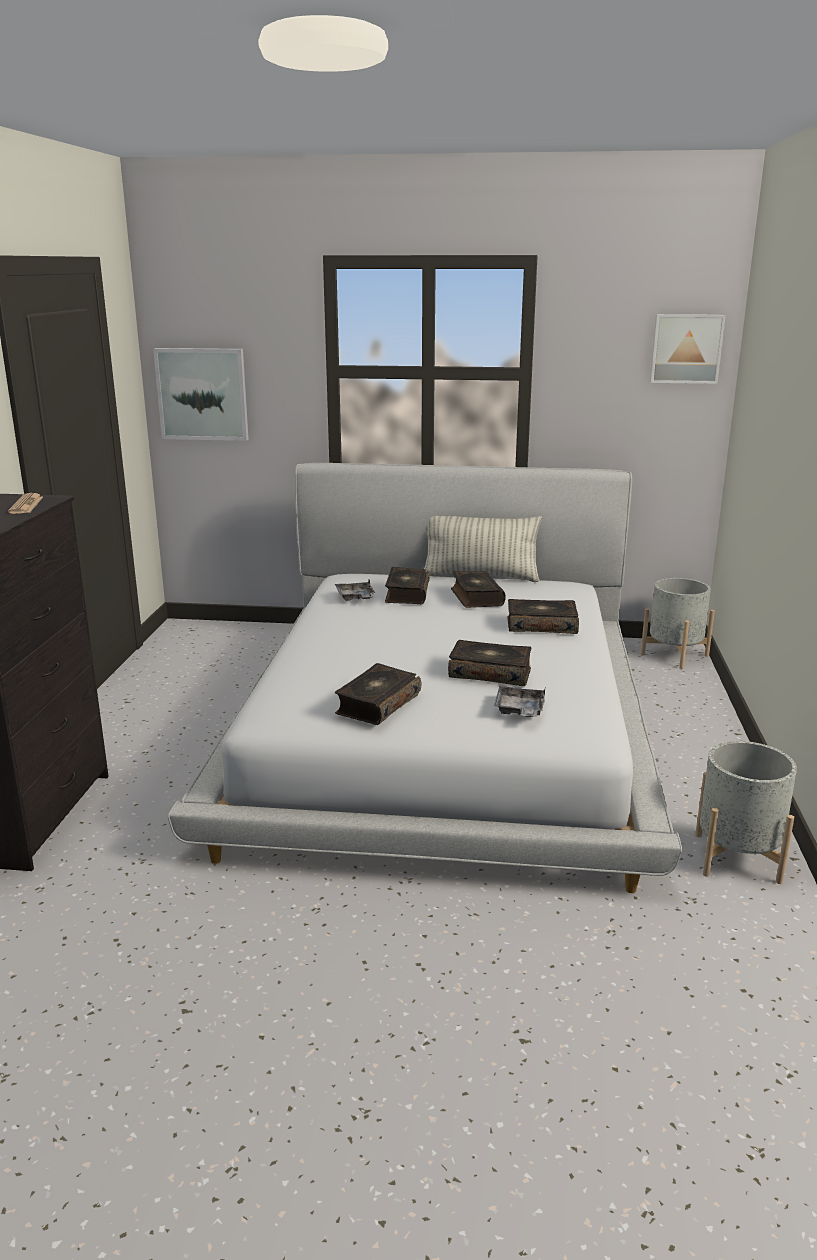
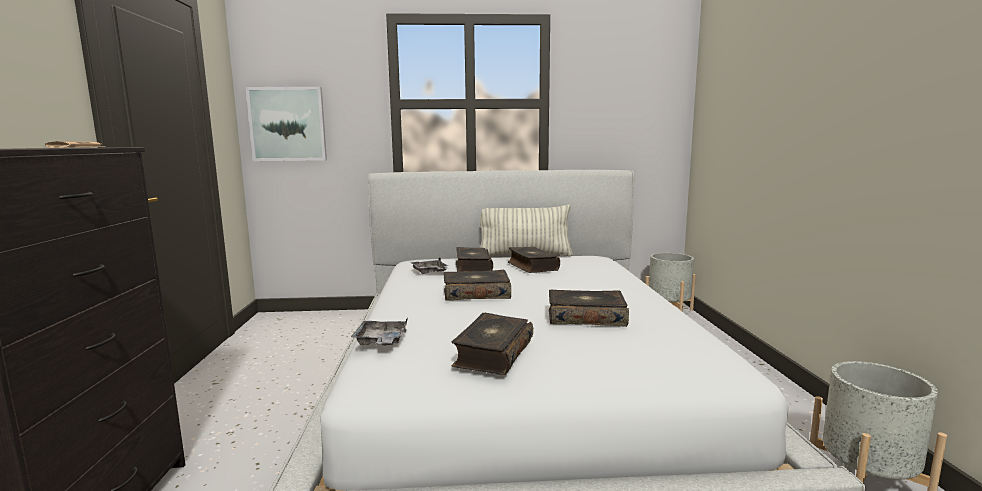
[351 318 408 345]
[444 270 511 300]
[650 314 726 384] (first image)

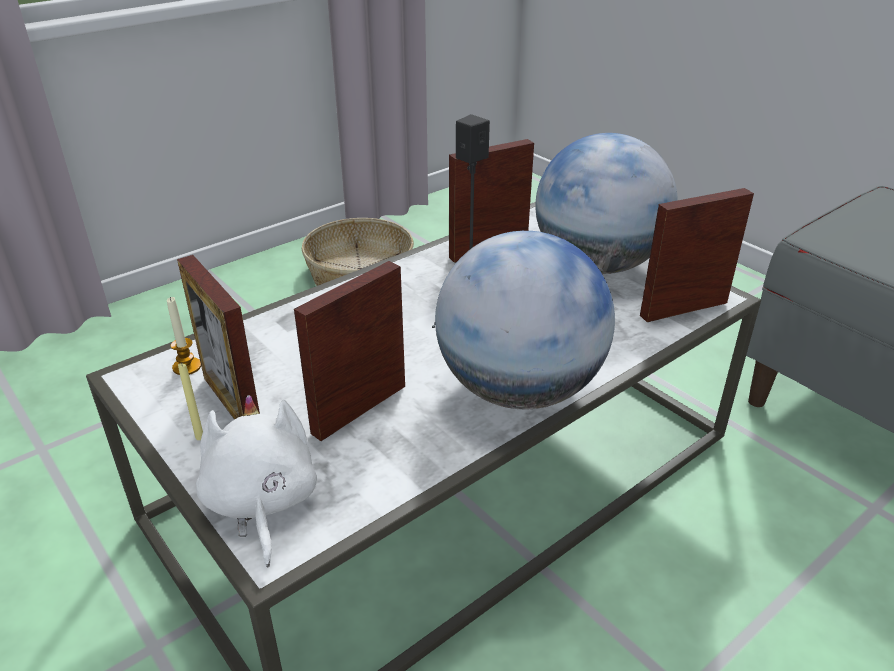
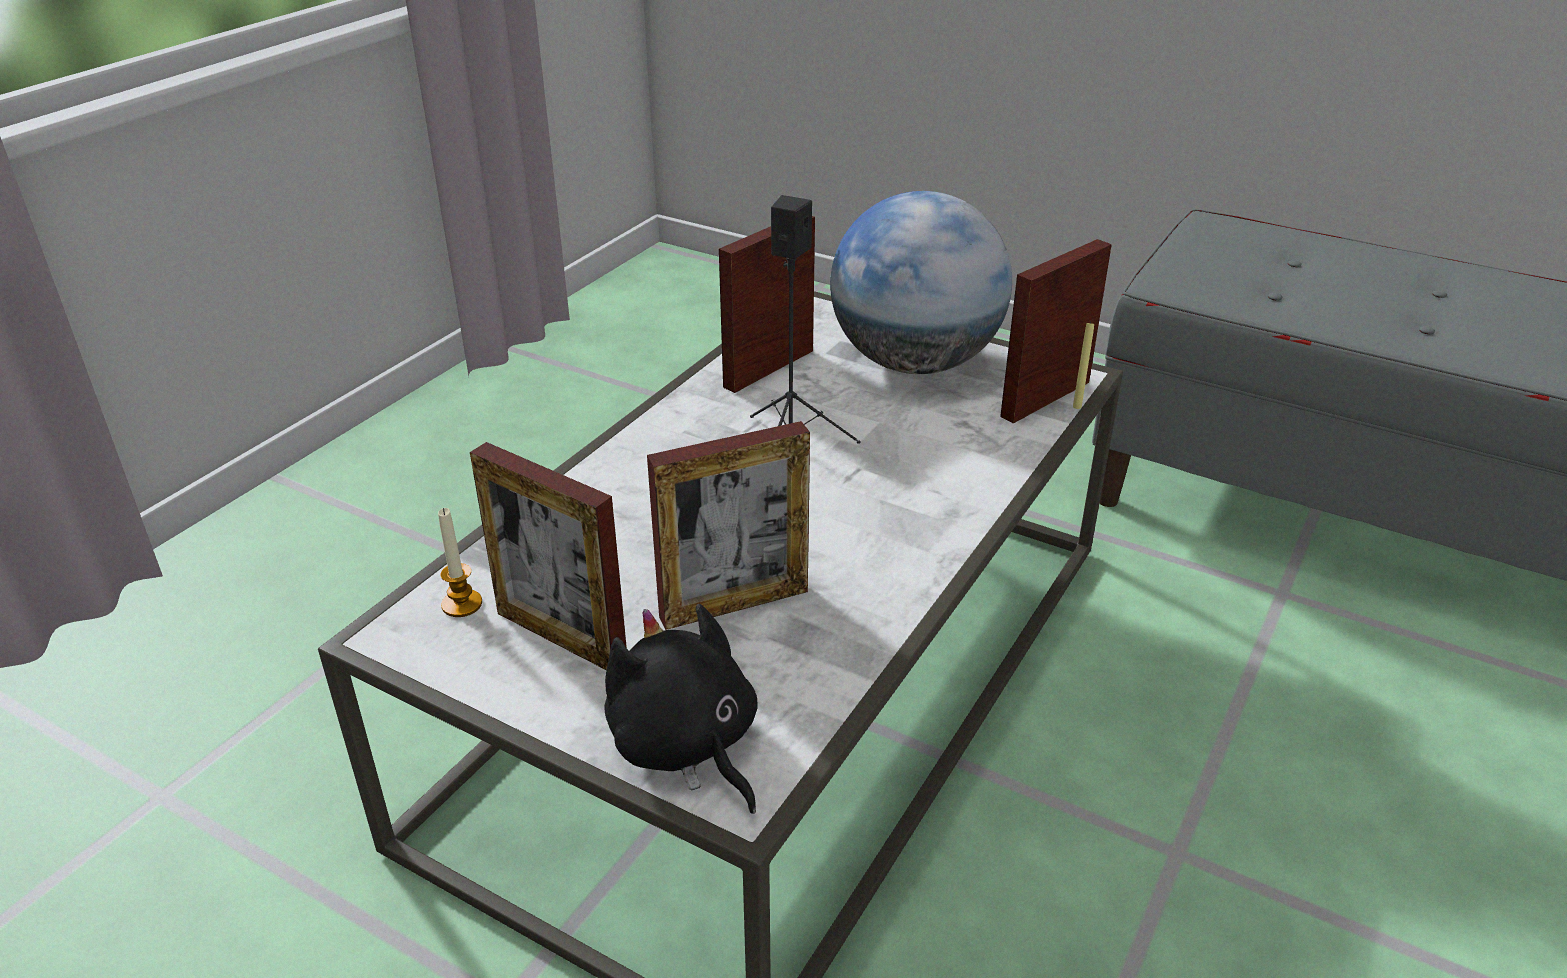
[1073 321 1094 409]
[604 604 758 814]
[647 421 810 630]
[302 218 414 286] (first image)
[435 231 615 409] (first image)

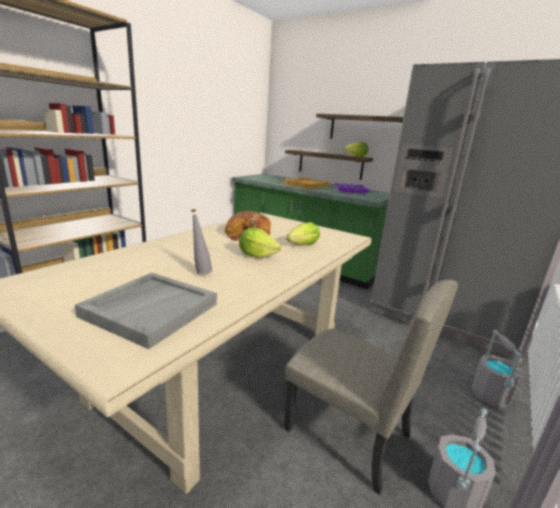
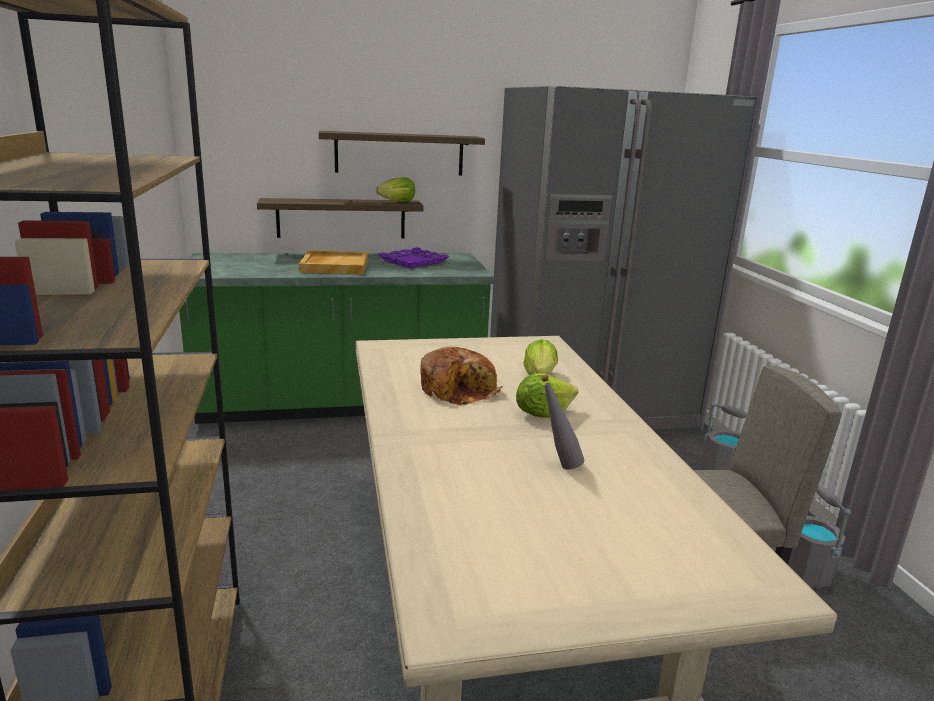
[75 273 217 349] (first image)

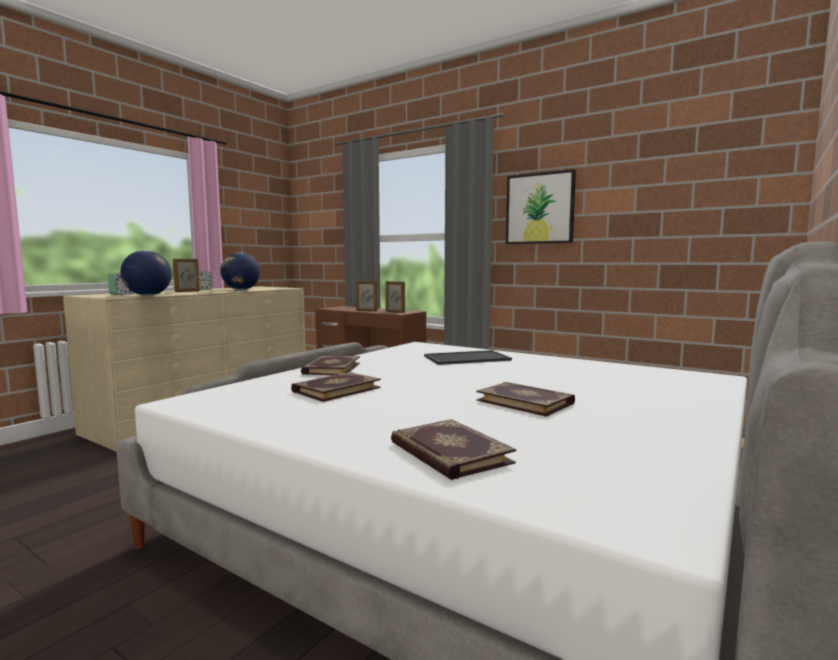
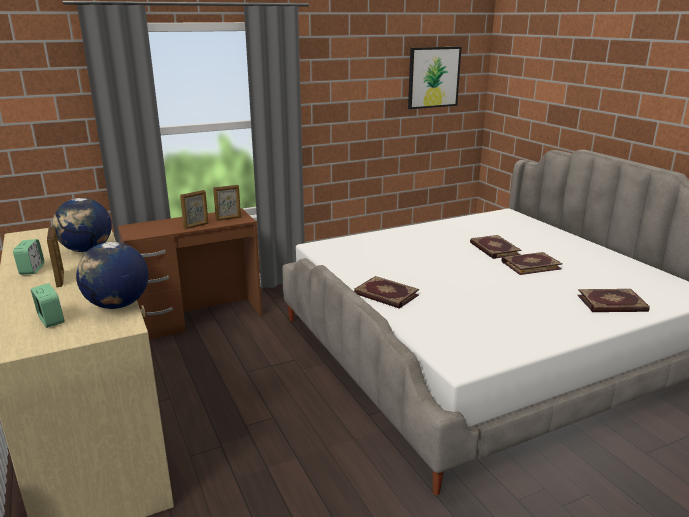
[470 235 521 259]
[424 350 512 365] (first image)
[408 47 462 109]

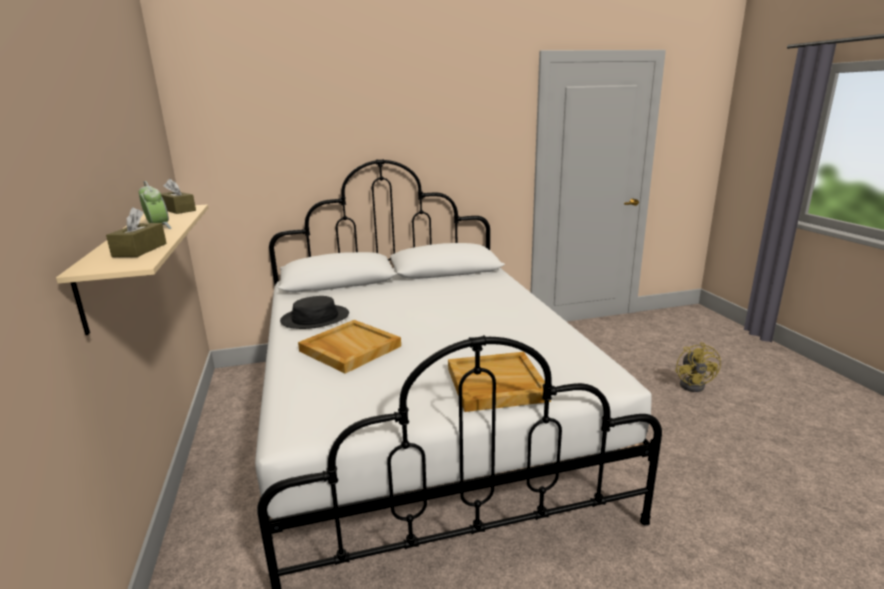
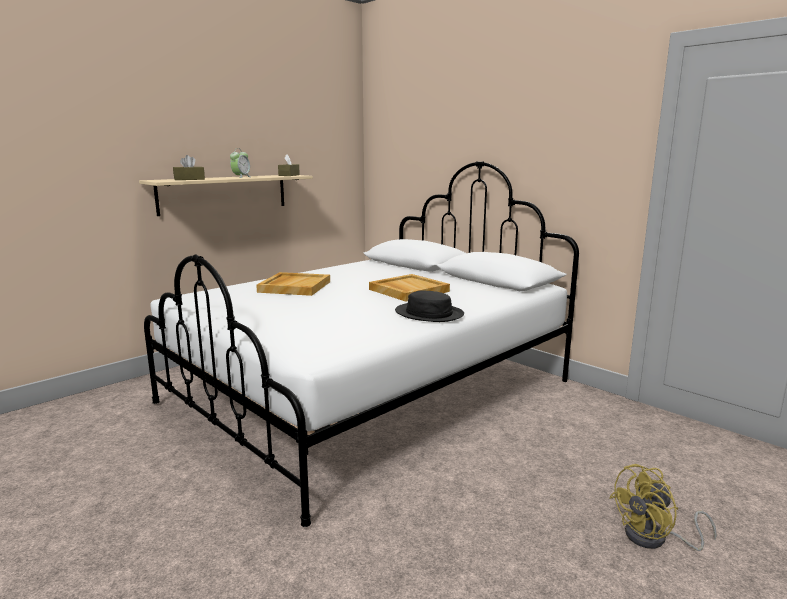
[395 291 464 322]
[369 274 450 302]

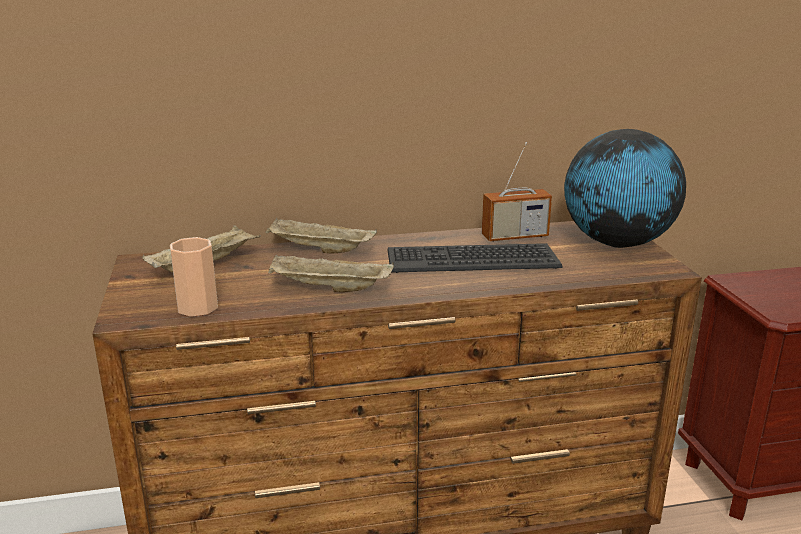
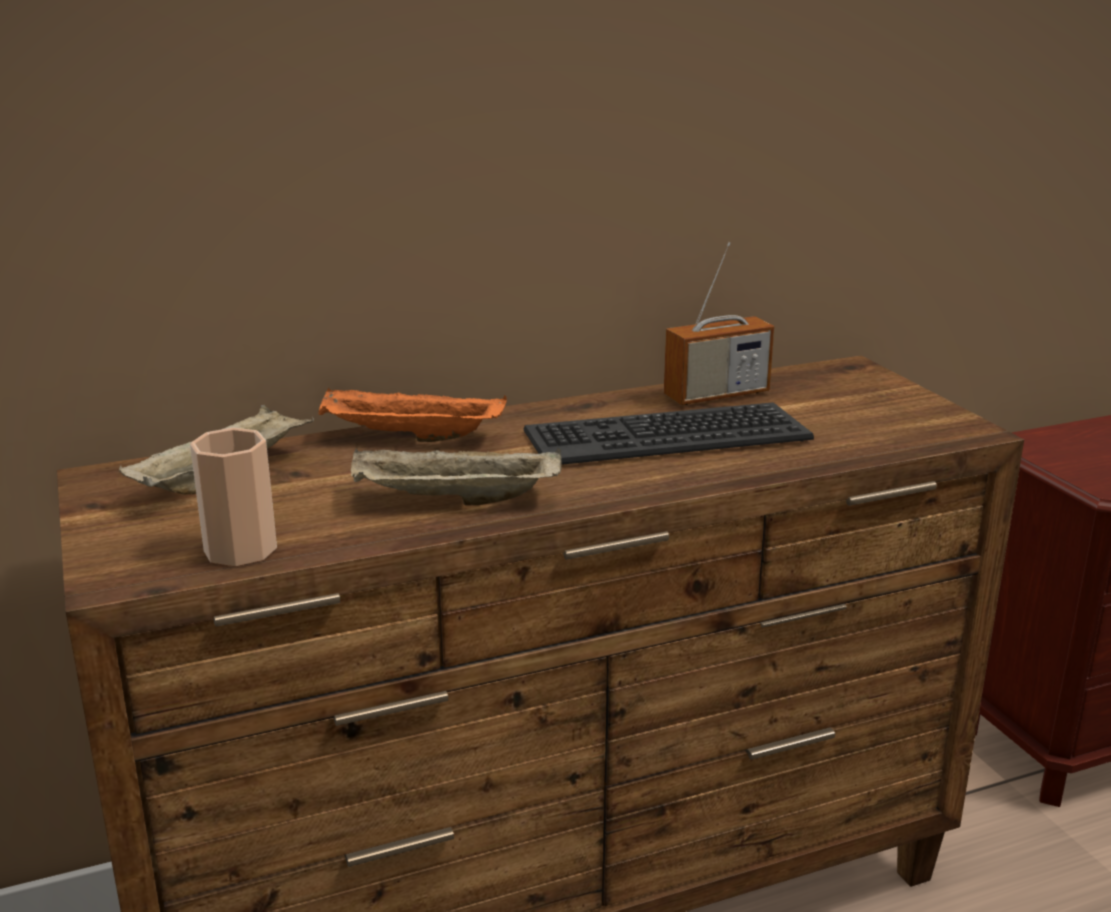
[318 387 507 442]
[564 129 686 248] (first image)

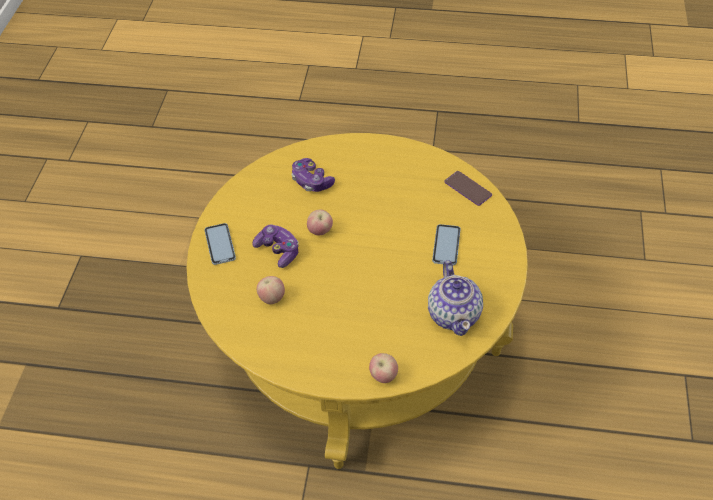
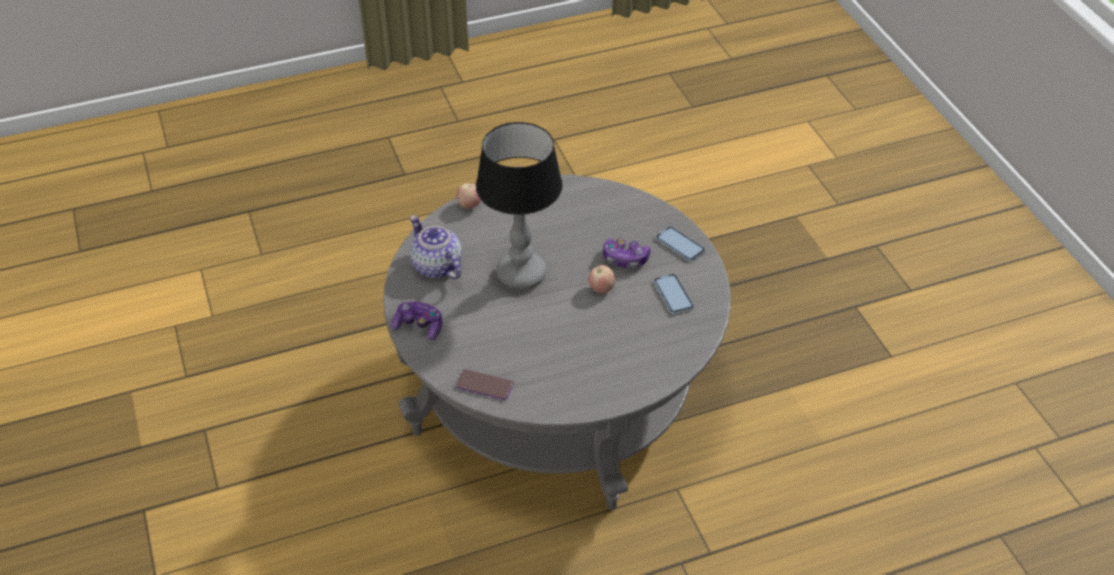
[383 174 731 510]
[257 276 285 304] (first image)
[391 301 442 340]
[654 274 694 314]
[476 122 563 289]

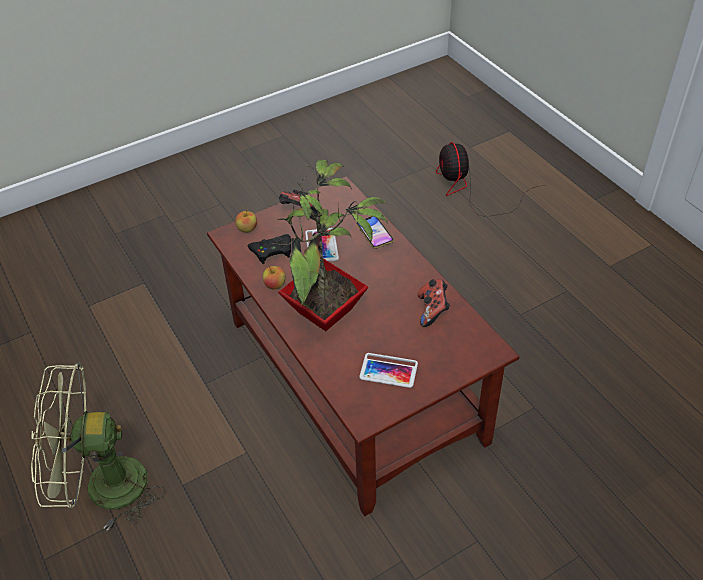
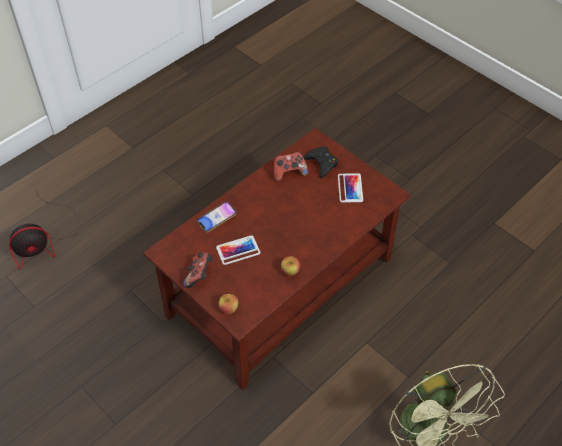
[303 146 338 178]
[272 159 388 331] (first image)

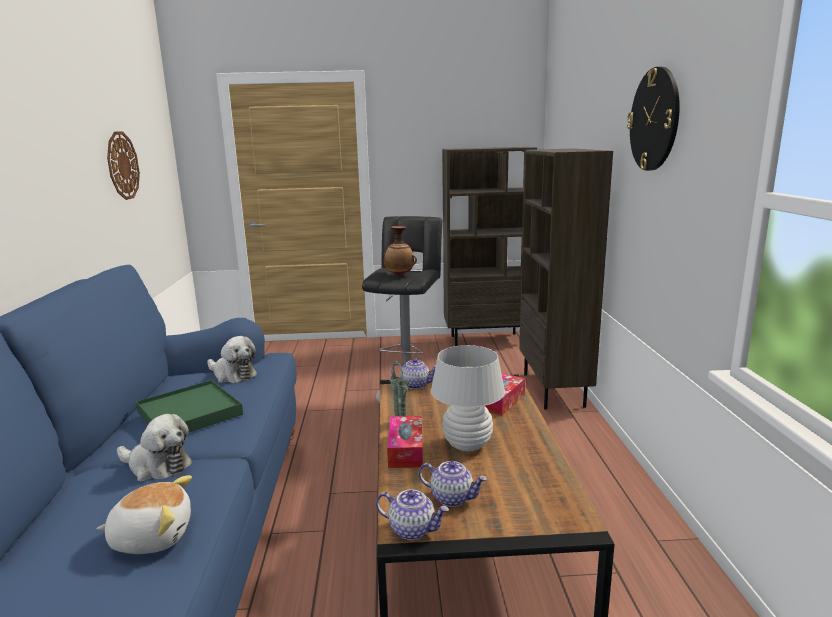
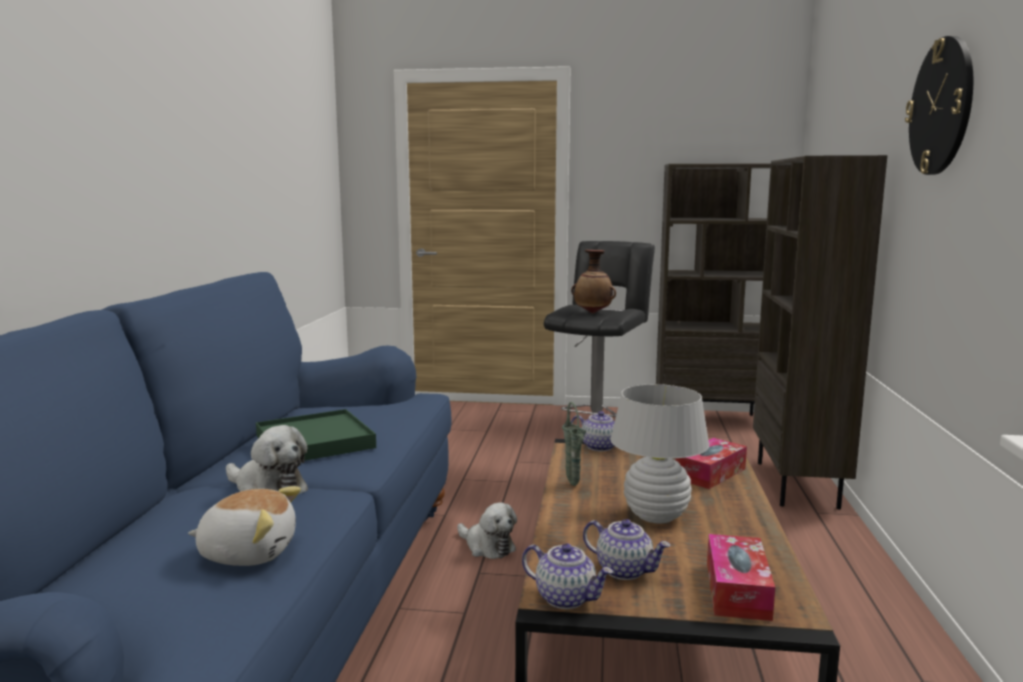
[107 131 140 200] (first image)
[457 502 517 559]
[707 534 775 621]

